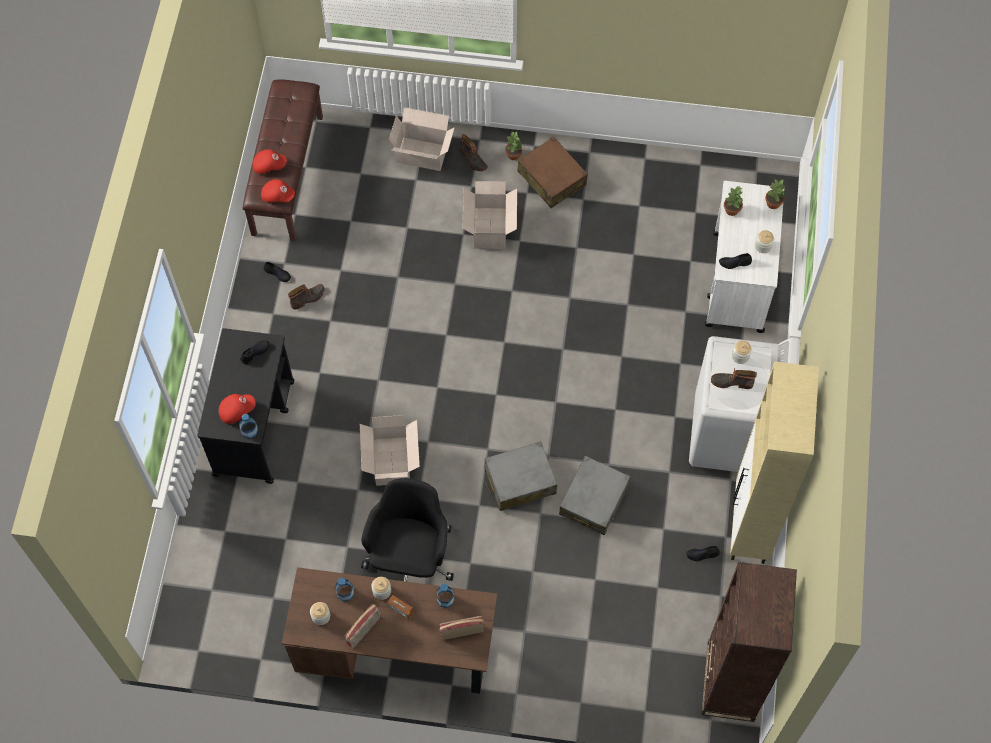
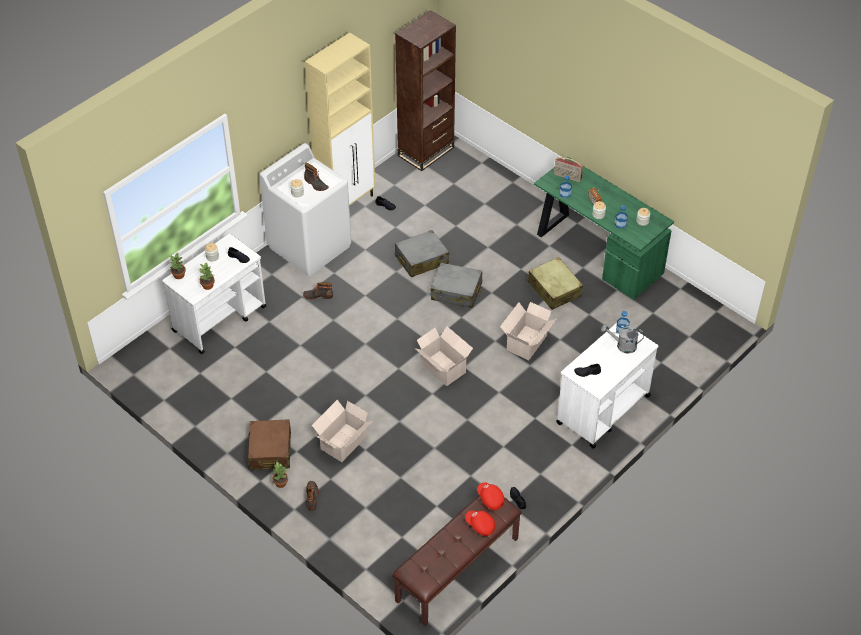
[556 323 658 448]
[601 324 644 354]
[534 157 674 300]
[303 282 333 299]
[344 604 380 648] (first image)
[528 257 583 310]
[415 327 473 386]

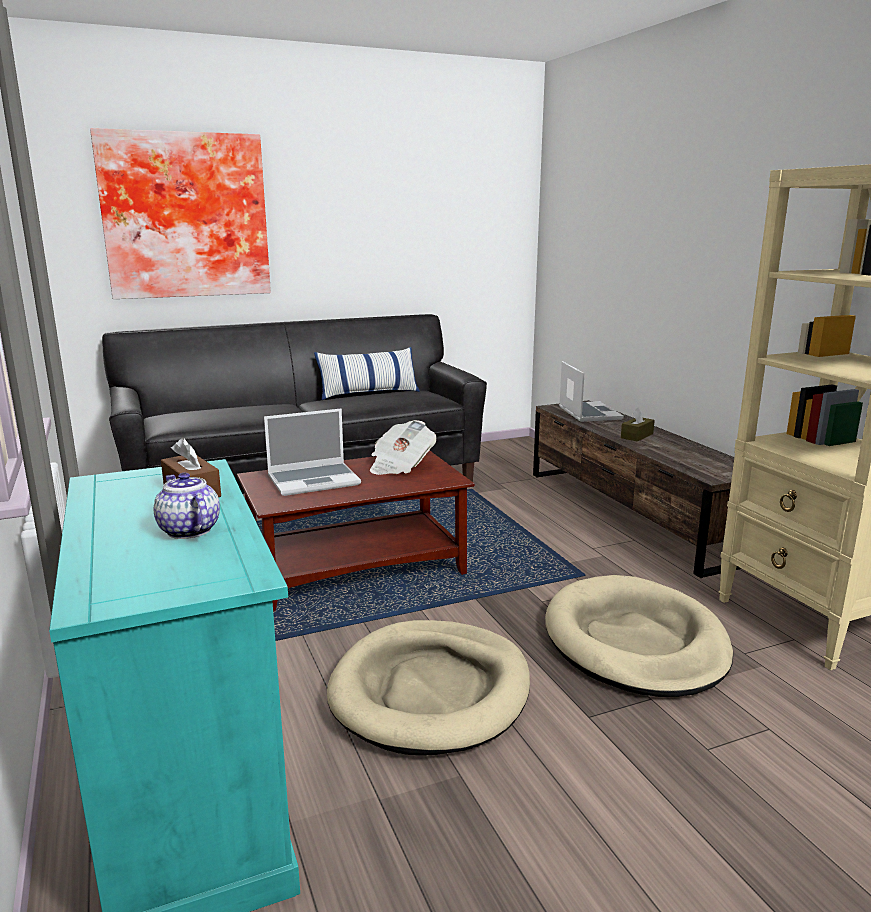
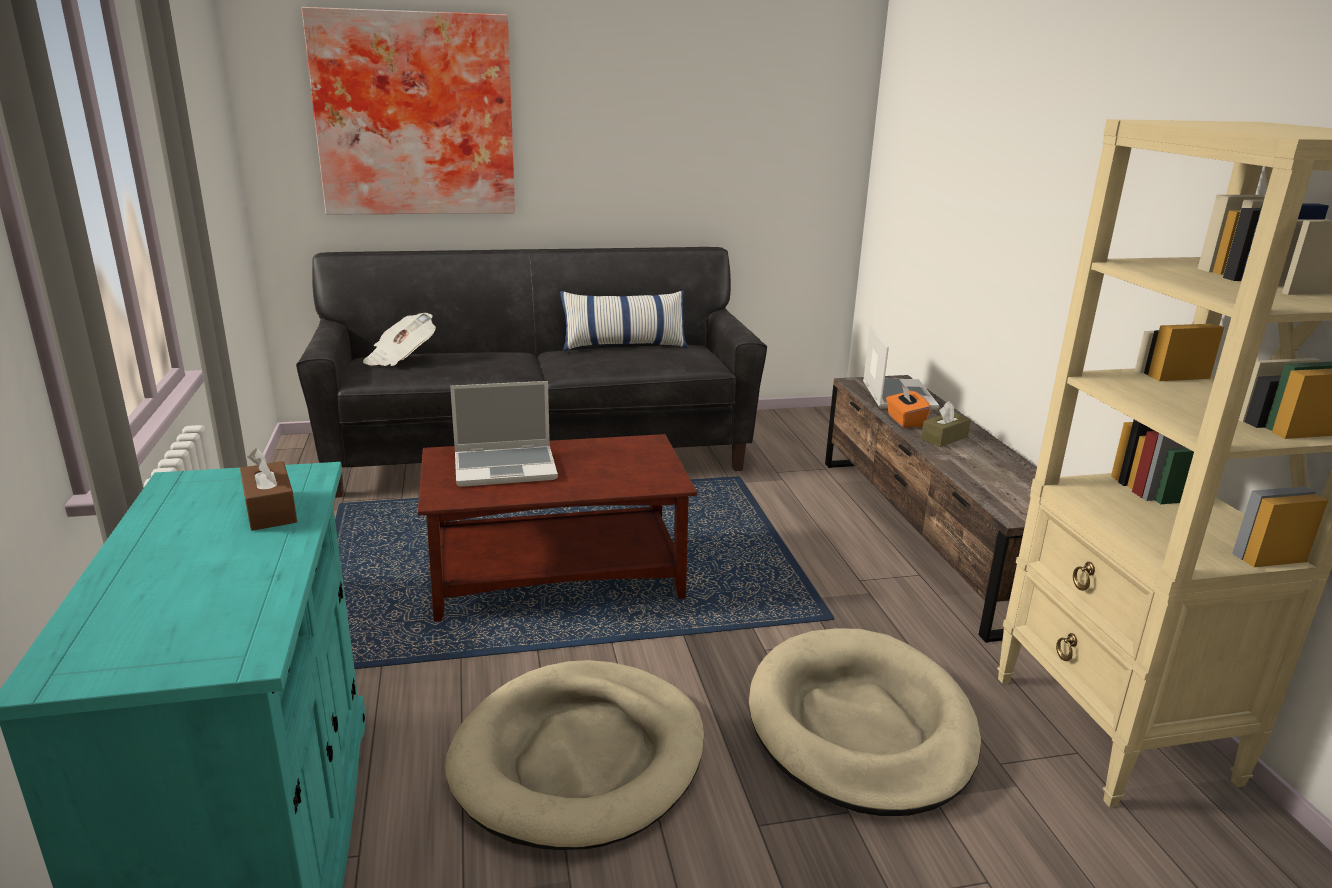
[154 472 220 539] (first image)
[363 313 436 366]
[886 386 931 428]

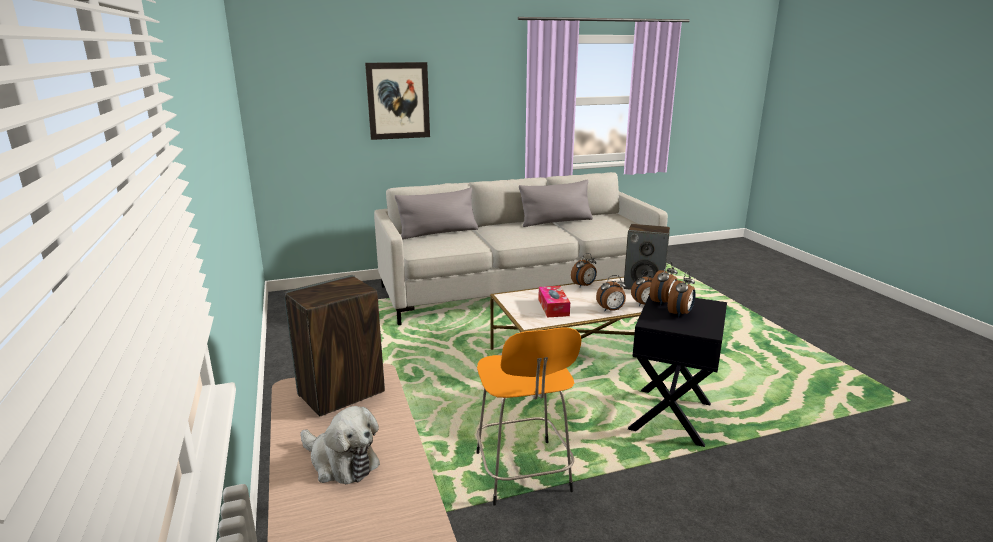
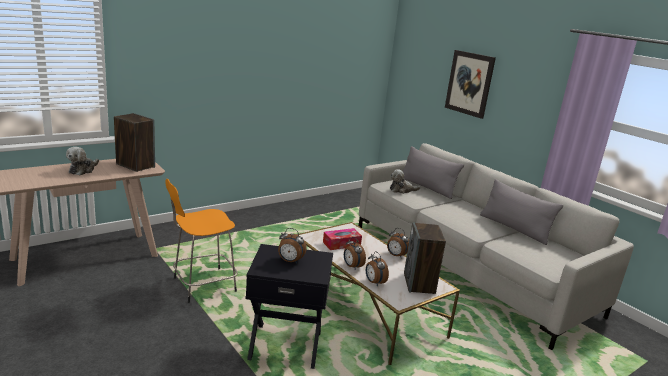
[650 261 678 306] (first image)
[390 169 420 194]

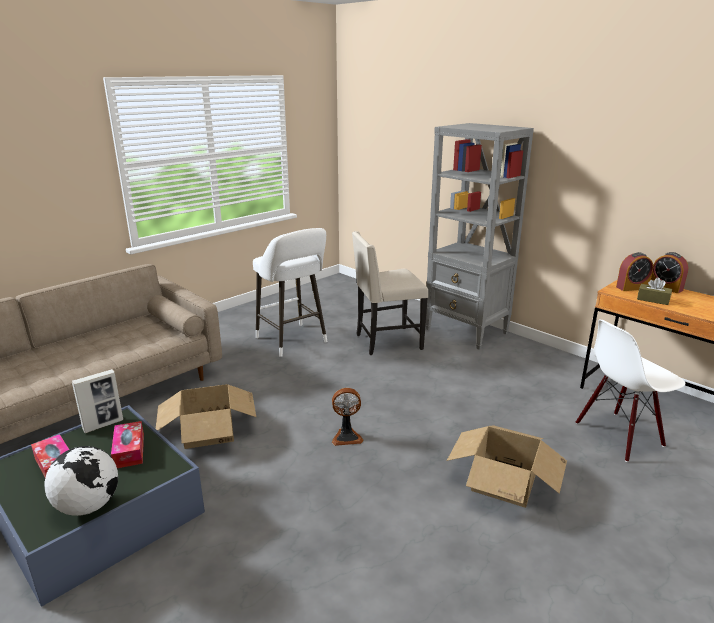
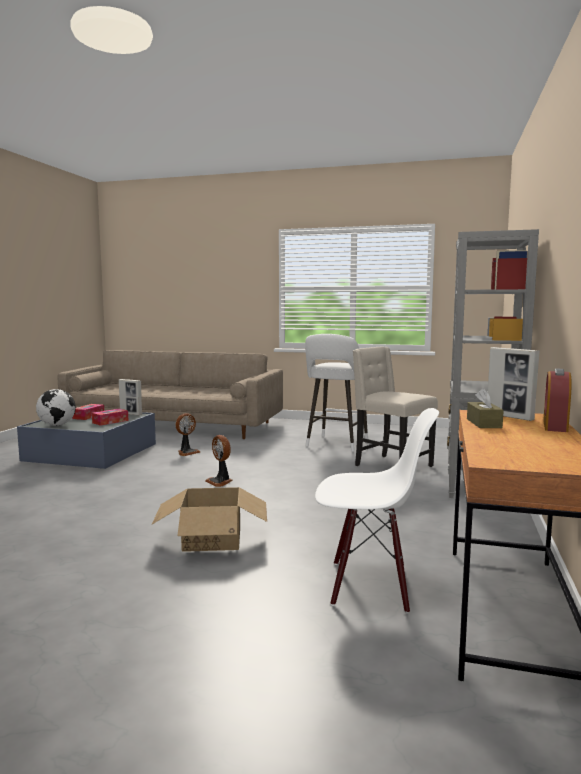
[175 413 200 456]
[315 408 439 613]
[488 347 540 421]

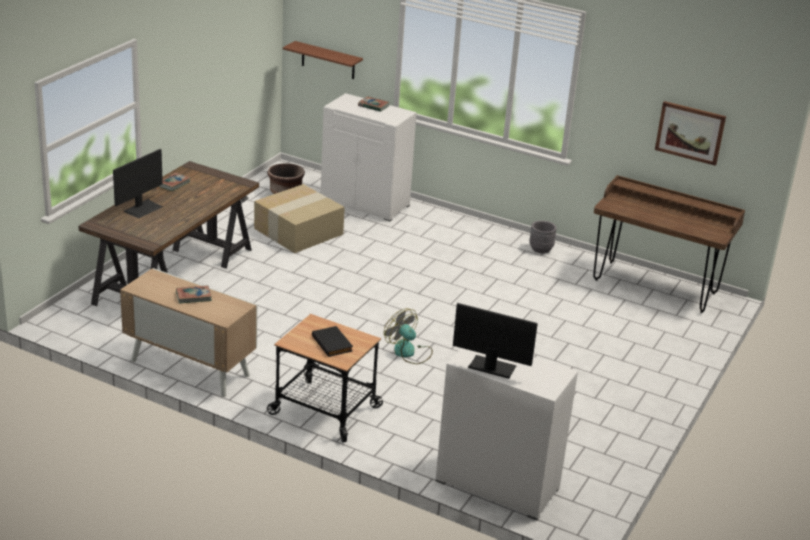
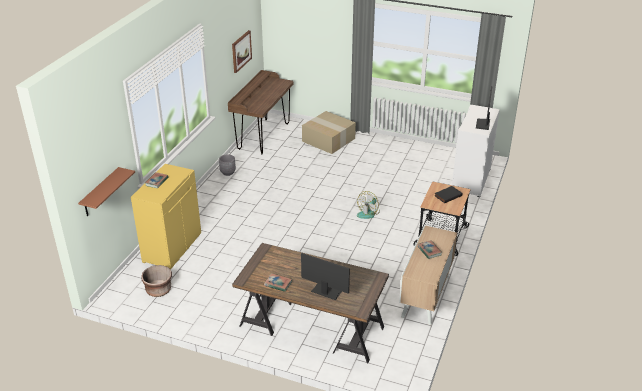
[302 111 356 154]
[131 164 201 270]

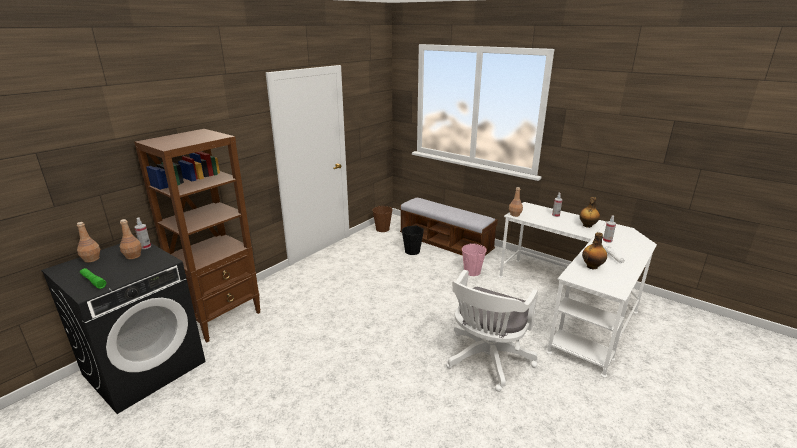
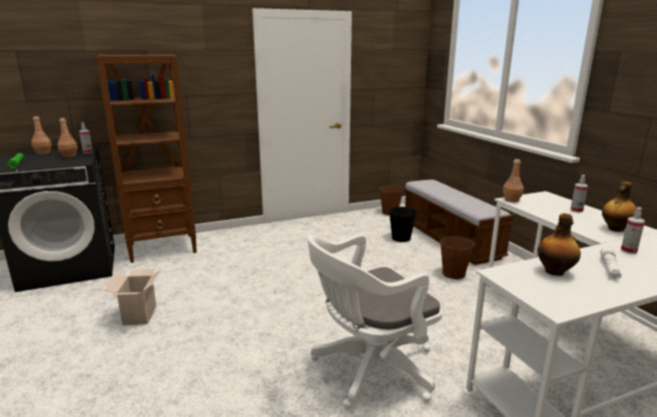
[440 235 475 279]
[104 269 161 325]

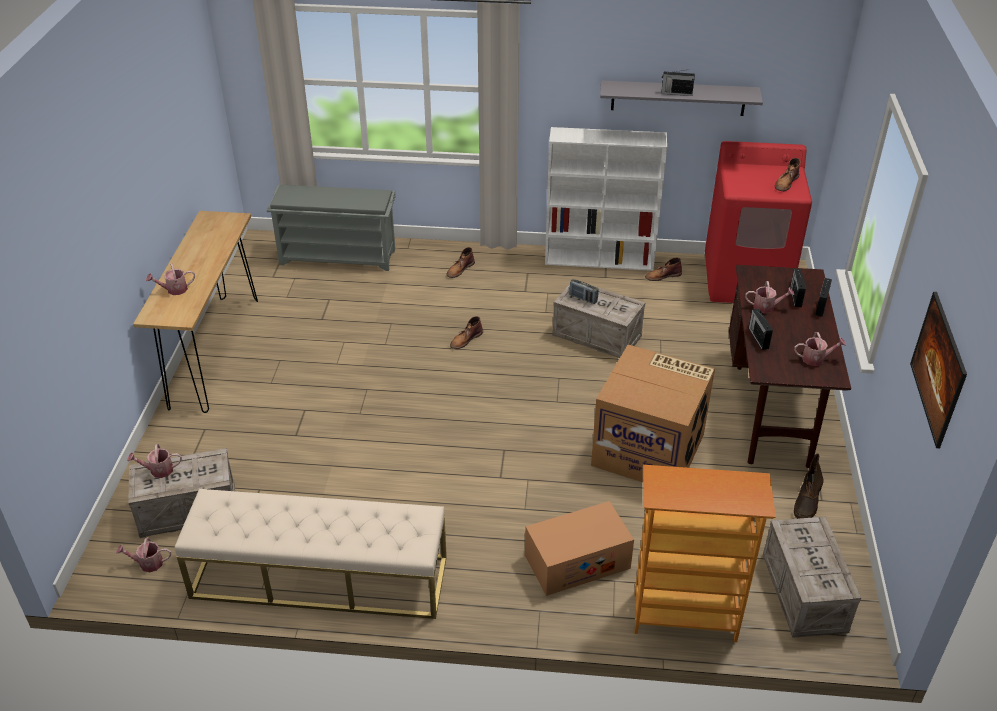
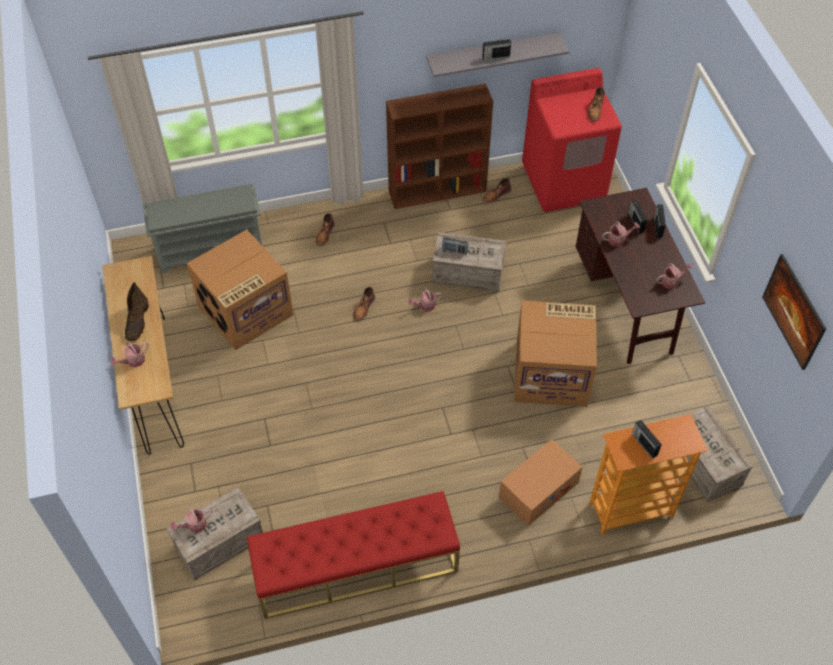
[408 288 442 311]
[247 491 460 619]
[386 83 493 209]
[632 420 662 459]
[125 282 149 341]
[187 230 293 350]

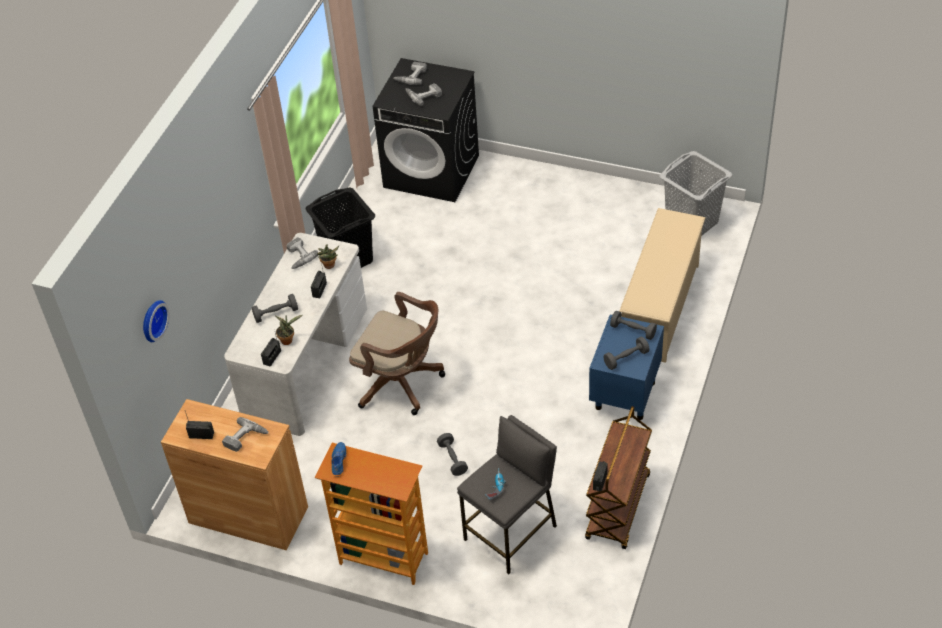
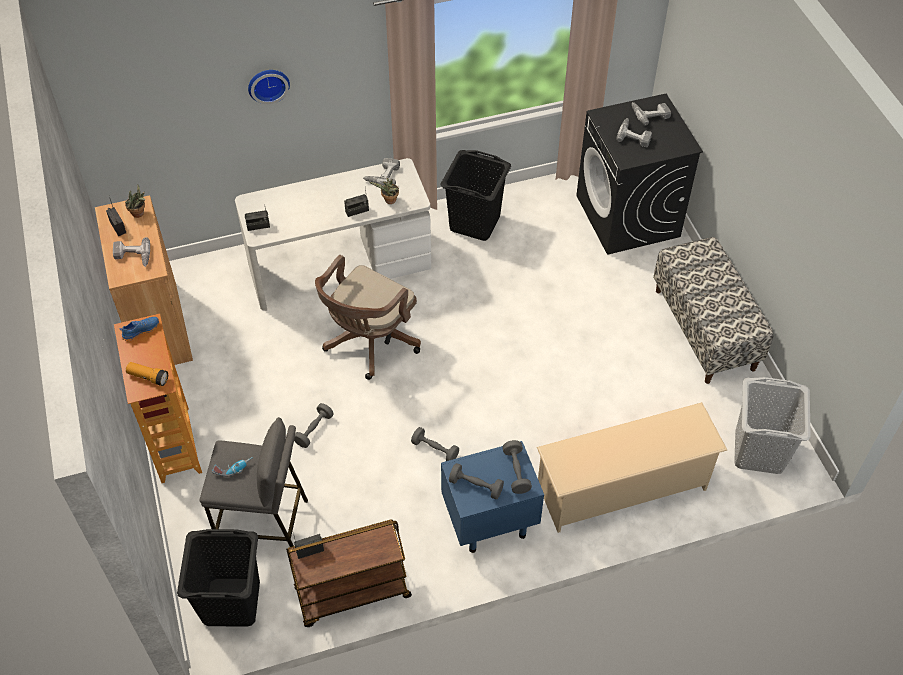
[248 70 290 104]
[411 427 459 461]
[125 184 145 218]
[315 255 421 380]
[126 362 168 386]
[177 529 260 627]
[653 237 773 384]

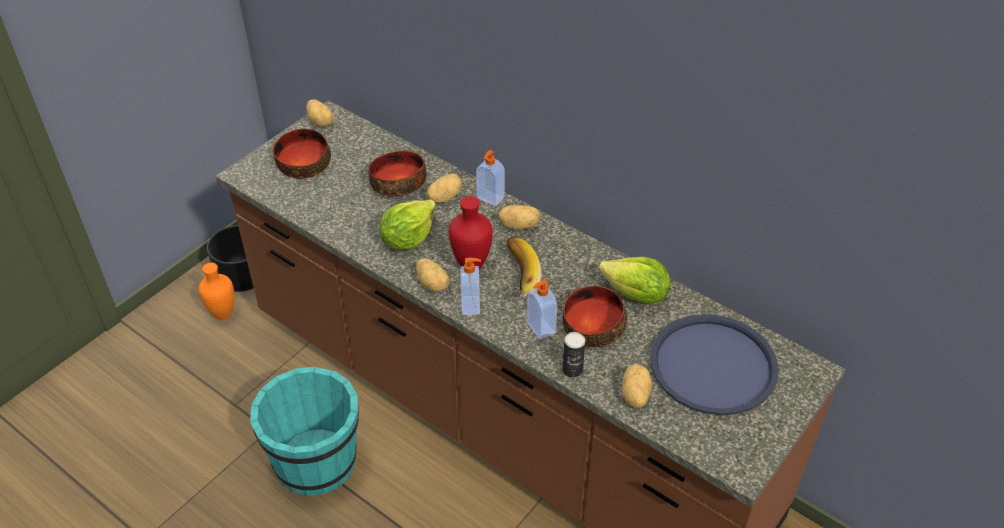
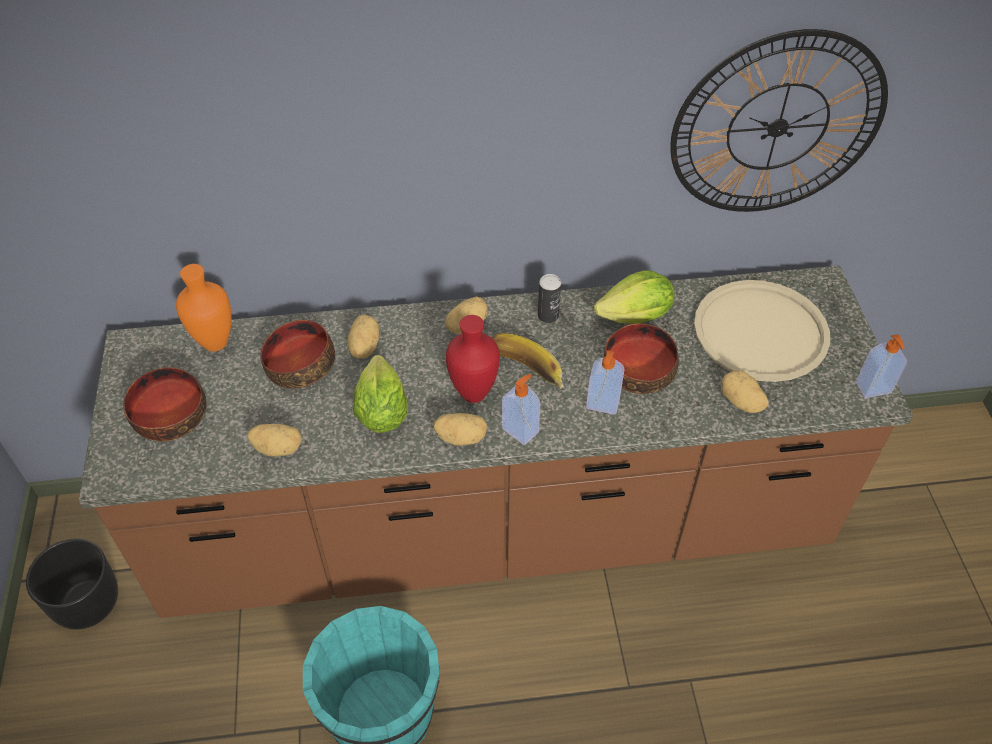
[176 264 232 352]
[247 424 302 457]
[856 334 907 398]
[538 274 561 323]
[694 280 830 382]
[670 29 888 212]

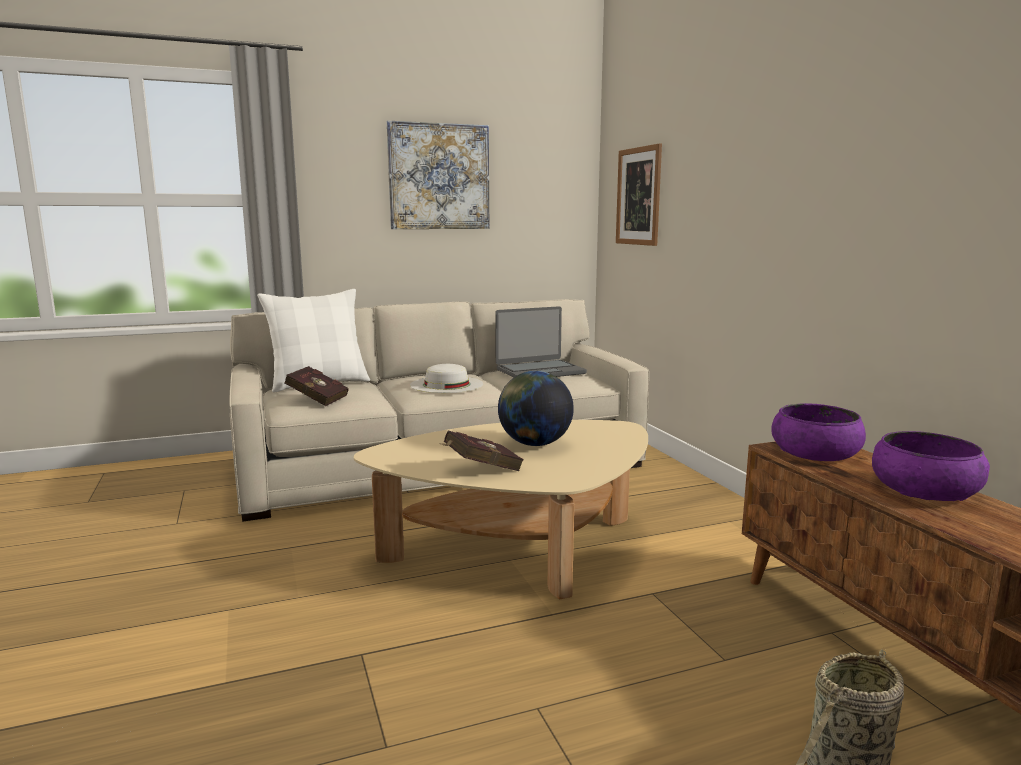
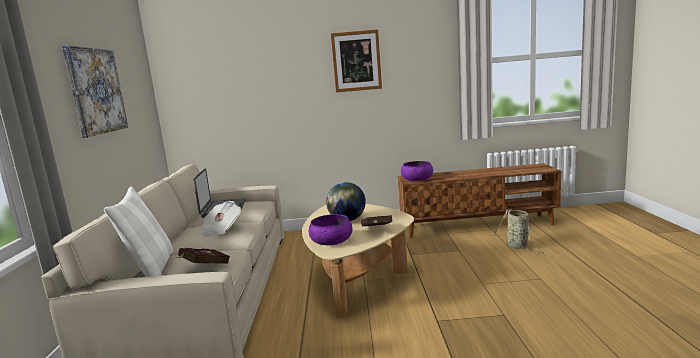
[200 201 241 238]
[331 29 382 92]
[309 214 352 245]

